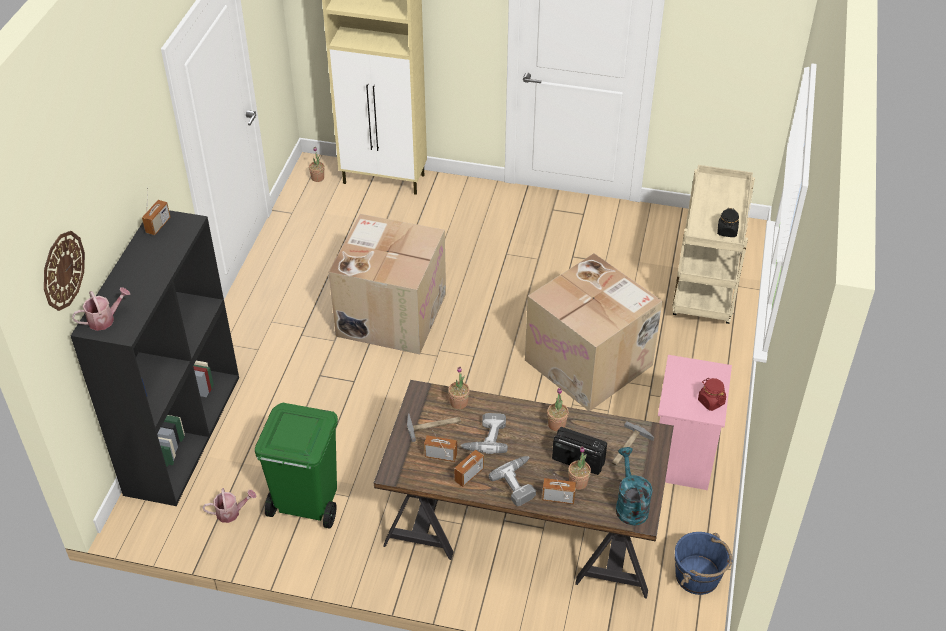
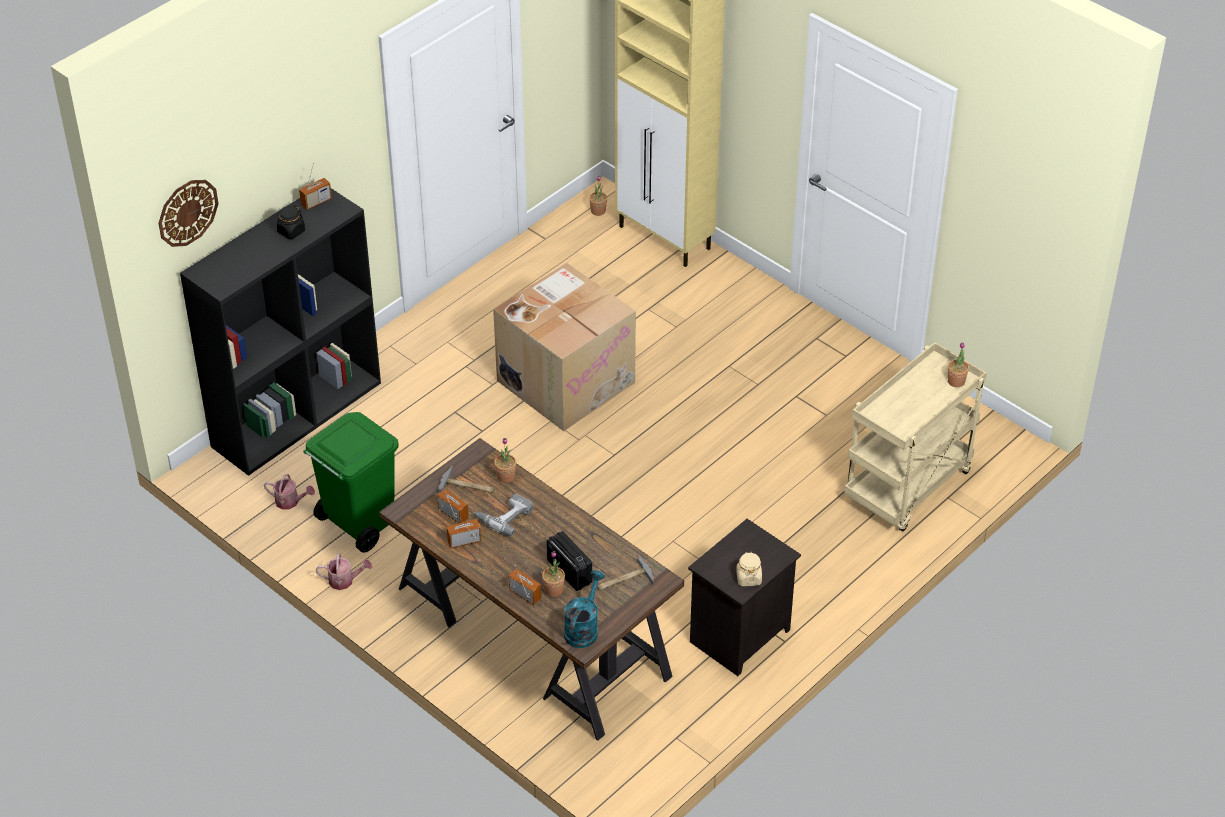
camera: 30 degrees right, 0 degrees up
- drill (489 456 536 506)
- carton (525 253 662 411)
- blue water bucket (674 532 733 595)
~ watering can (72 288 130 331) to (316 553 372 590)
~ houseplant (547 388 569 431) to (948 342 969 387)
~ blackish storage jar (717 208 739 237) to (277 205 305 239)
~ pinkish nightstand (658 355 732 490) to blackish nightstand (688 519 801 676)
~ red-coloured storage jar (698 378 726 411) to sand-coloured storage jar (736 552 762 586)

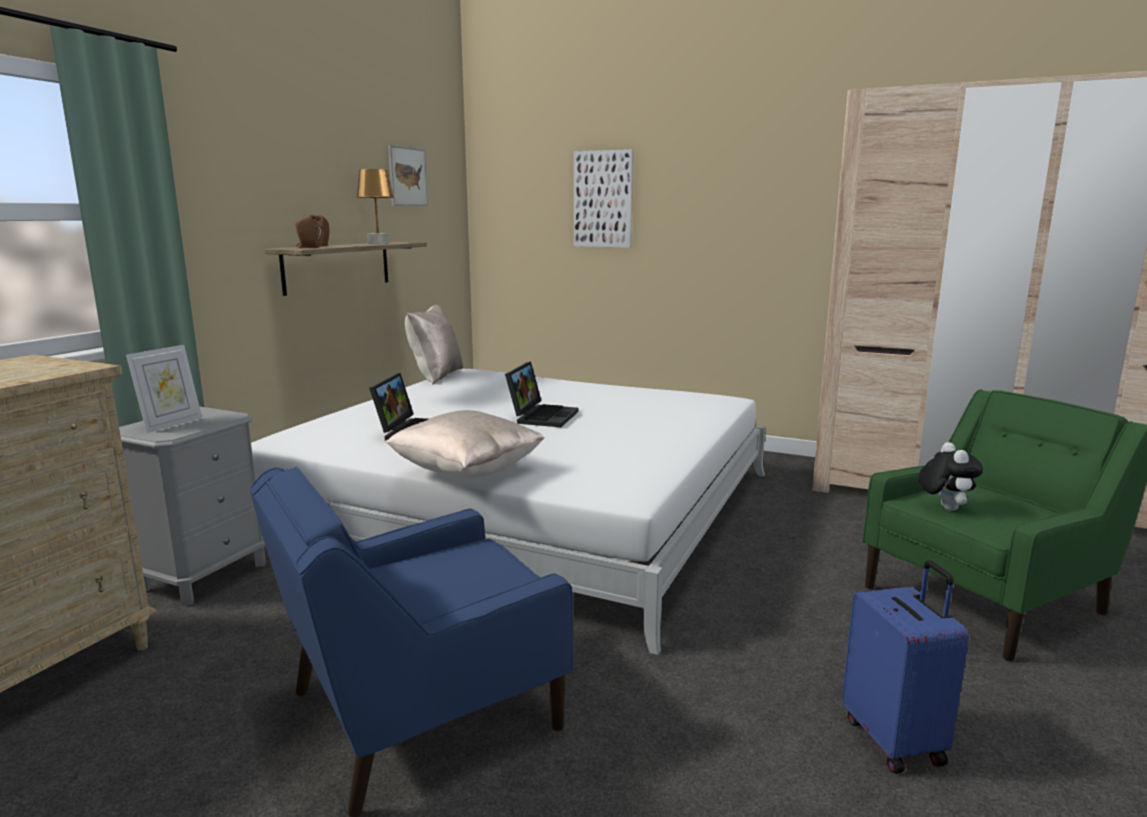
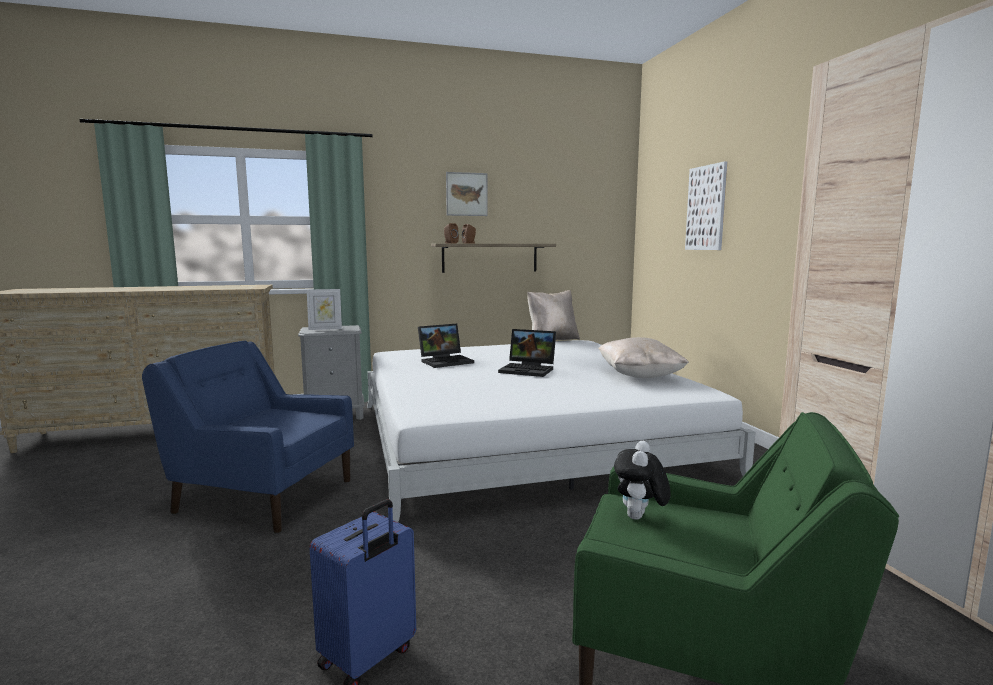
camera: 50 degrees right, 5 degrees down
- brownish lamp for a table (357 169 394 244)
~ sand-coloured pillow (385 410 545 479) to (598 337 689 378)
~ picture (388 145 428 206) to (446 172 488 216)
~ portable computer (505 361 579 427) = (498 329 556 377) 45 degrees clockwise
~ plush toy (919 442 983 511) = (614 441 671 520) 150 degrees clockwise

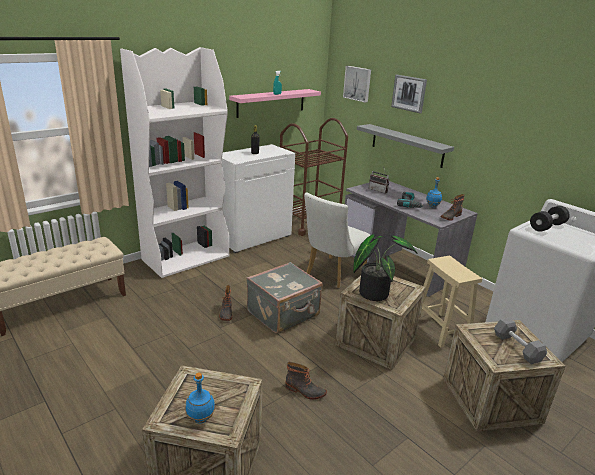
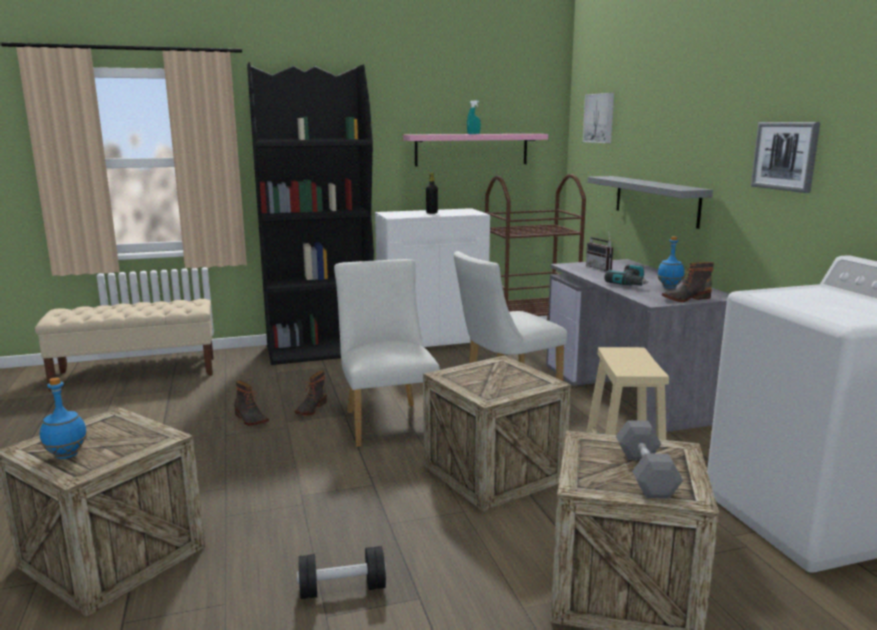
camera: 25 degrees right, 10 degrees down
- houseplant (353 234 417 301)
~ high-top boot (285 362 327 400) to (234 381 269 426)
~ picture (391 75 427 113) to (751 122 820 193)
~ blackish dumbbell (530 206 570 232) to (297 546 386 599)
~ gray suitcase (246 262 323 333) to white plain chair (334 259 440 447)
~ white bookcase (120 47 229 278) to blackish bookcase (247 62 374 365)

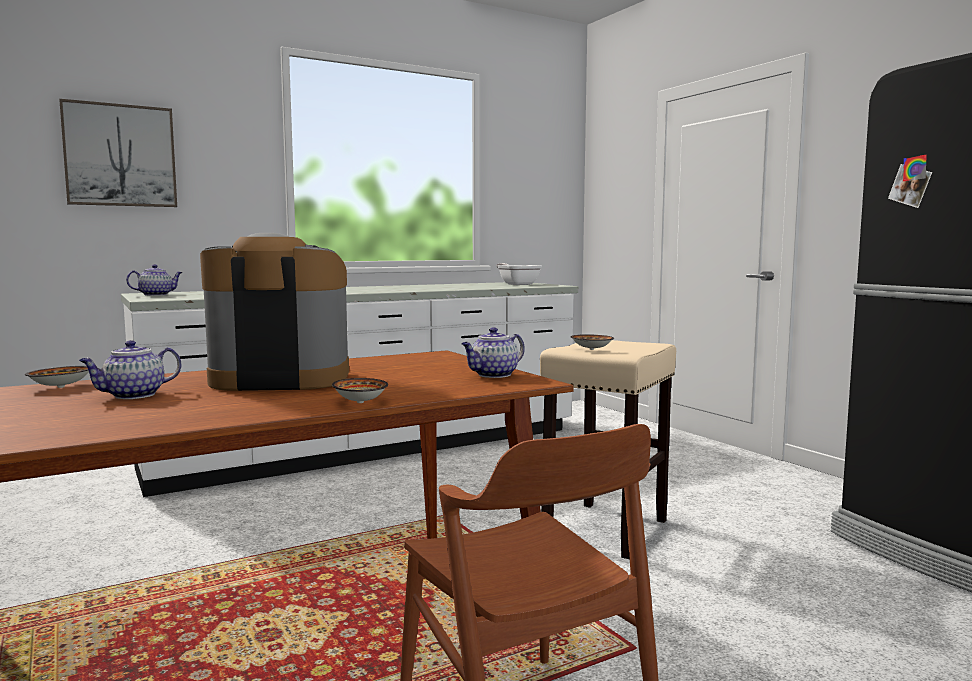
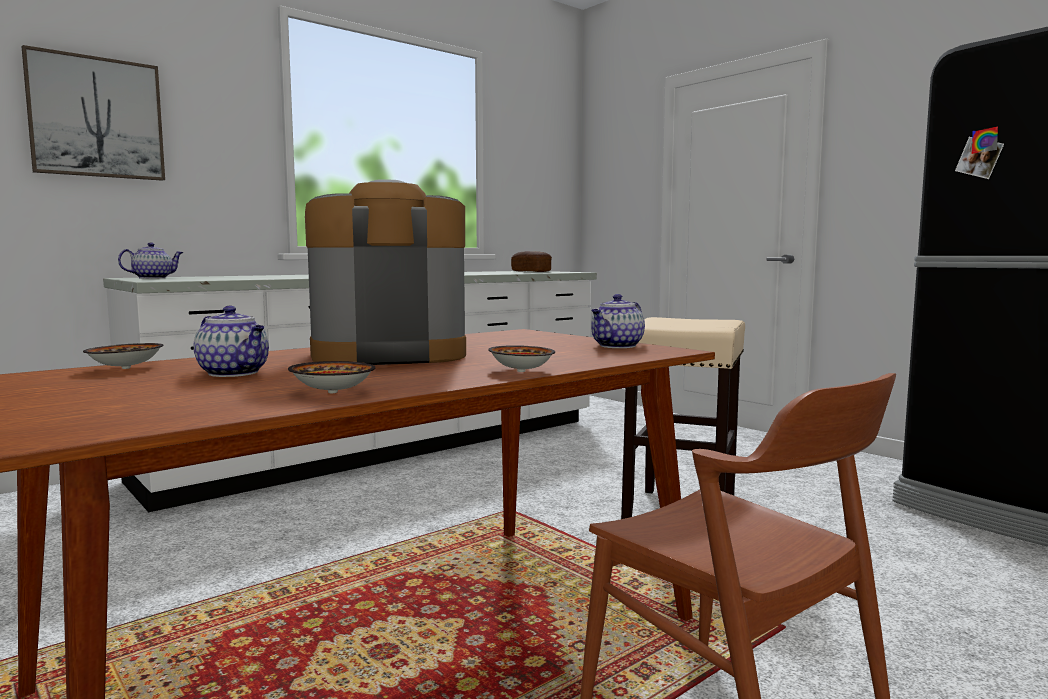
camera: 10 degrees left, 0 degrees up
~ bowl (570 334 614 350) to (288 361 375 393)
~ frying pan (496 263 542 285) to baked bread (511 251 552 272)
~ tea pot (79 340 182 399) = (194 306 269 377) 90 degrees counterclockwise

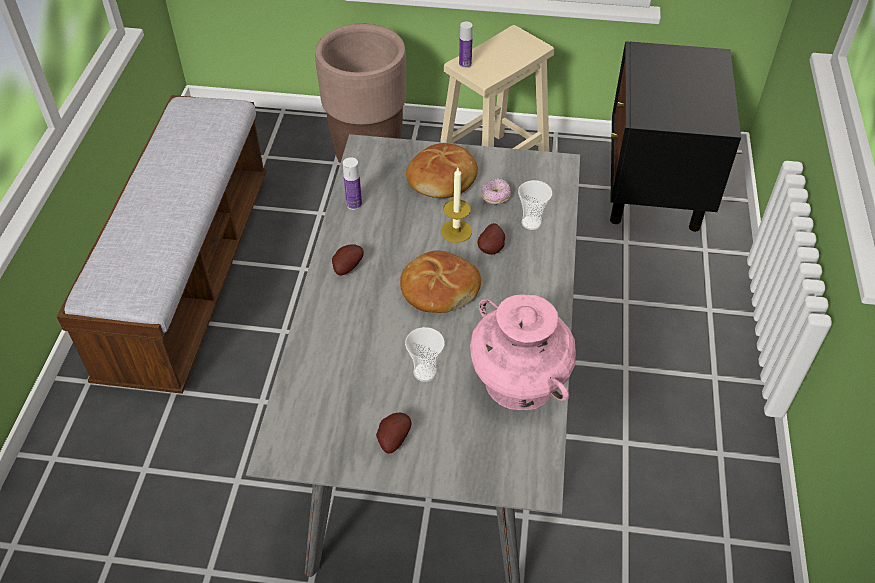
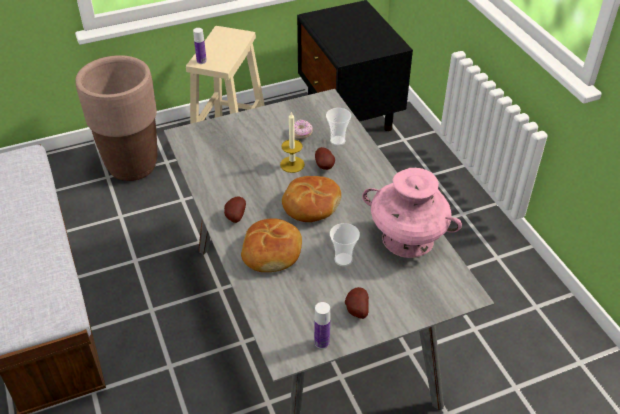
camera: 30 degrees left, 5 degrees down
~ bottle (343 157 362 210) to (314 302 330 349)
~ baked bread (406 143 478 198) to (241 218 302 272)

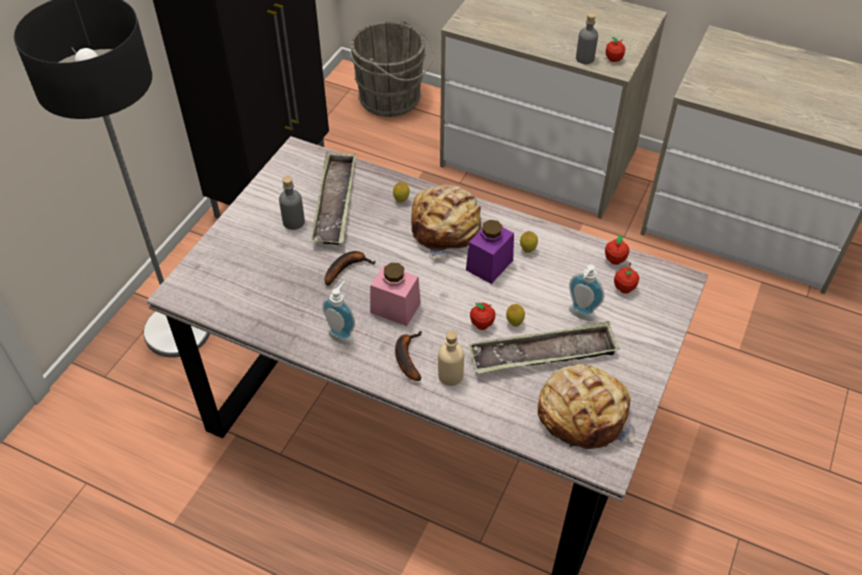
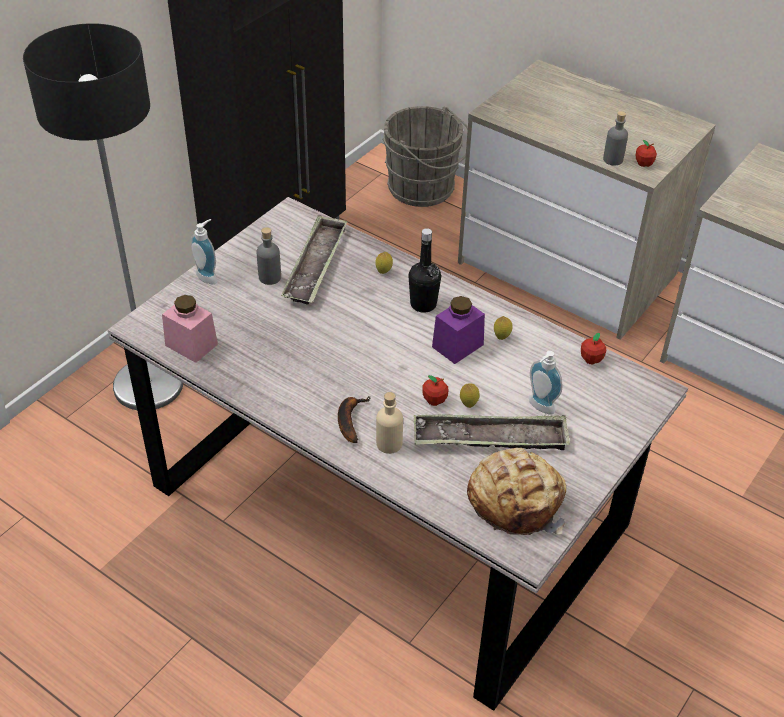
camera: 10 degrees right, 5 degrees down
- banana fruit (325 251 376 286)
- whole apple (614 262 640 294)
~ liquid soap bottle (322 281 355 345) to (191 219 217 284)
~ pinkish storage jar (370 263 421 326) to (162 295 218 363)
~ baked bread (411 185 481 259) to blackish bottle (408 228 441 313)

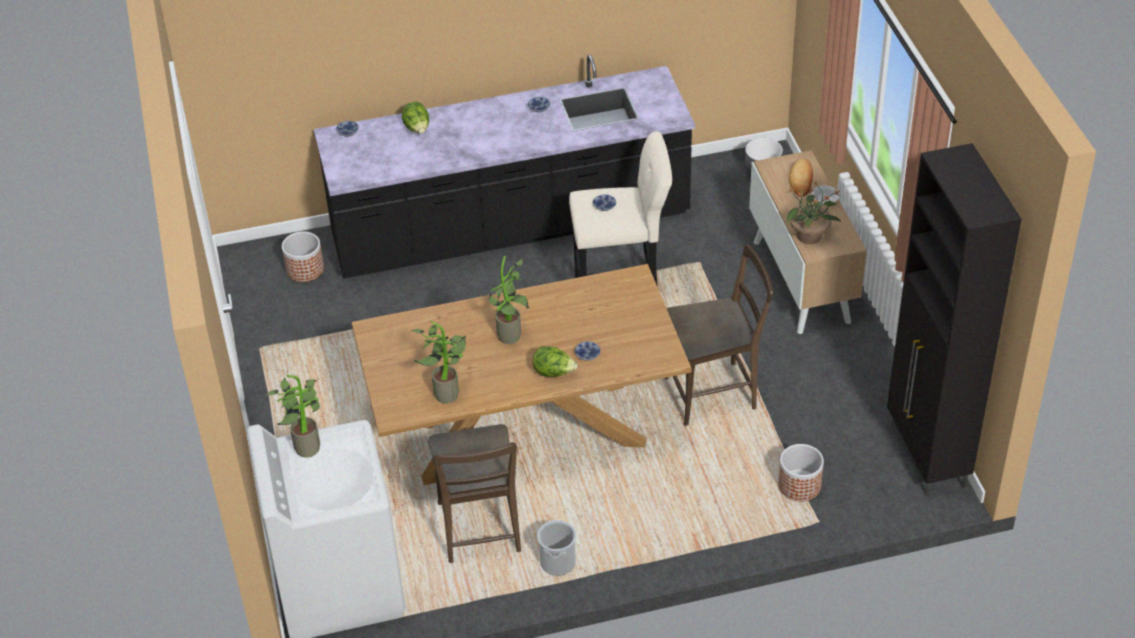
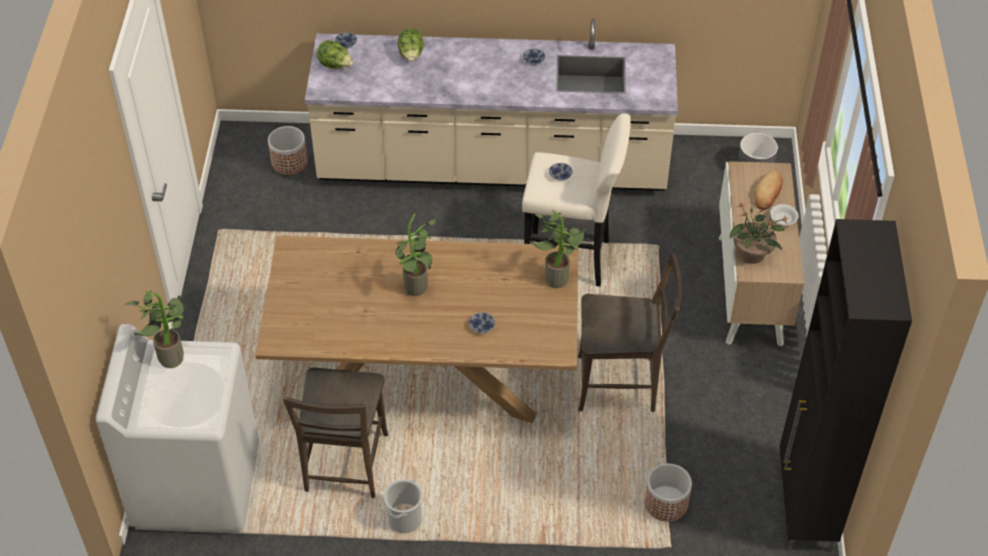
camera: 15 degrees right, 5 degrees up
~ houseplant (411 321 466 404) to (531 210 586 288)
~ lettuce (533 346 577 377) to (317 40 353 69)
~ blackish counter (314 55 695 279) to sand-coloured counter (305 18 678 191)

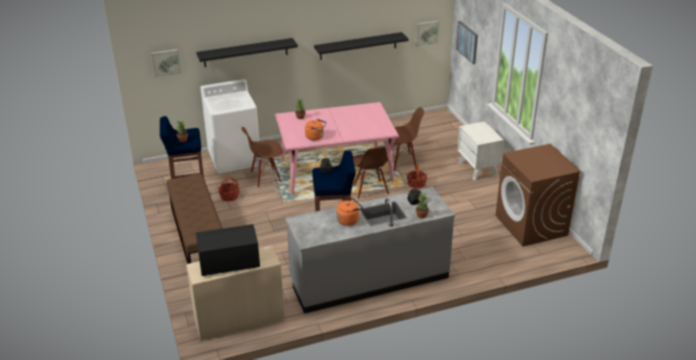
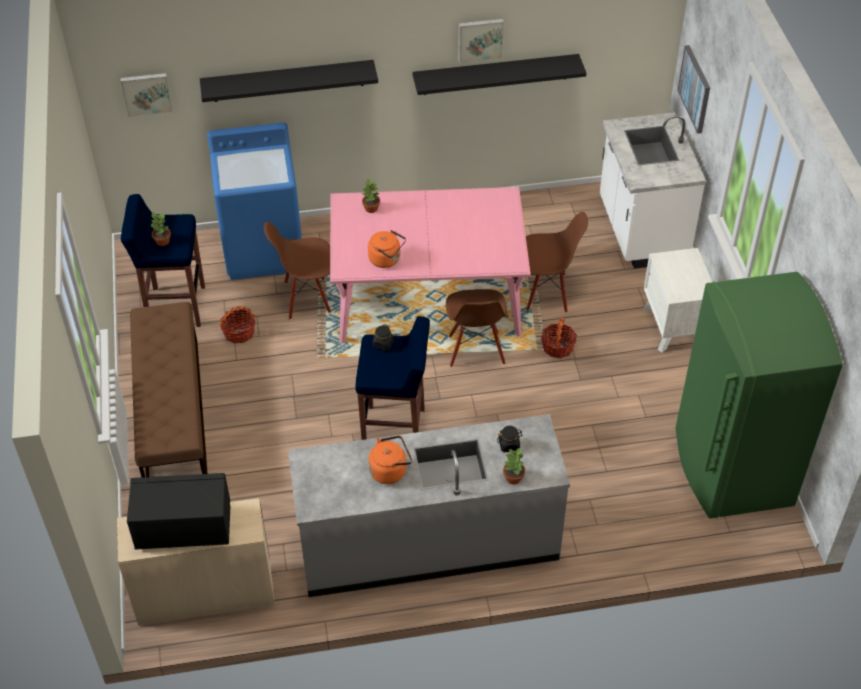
camera: 10 degrees right, 15 degrees up
+ white counter (600 112 706 269)
~ picture (415 21 439 47) to (458 19 504 63)
~ brownish laundry machine (495 144 582 247) to green-coloured refrigerator (676 272 843 518)
~ white laundry machine (200 79 260 174) to blue laundry machine (207 123 302 280)

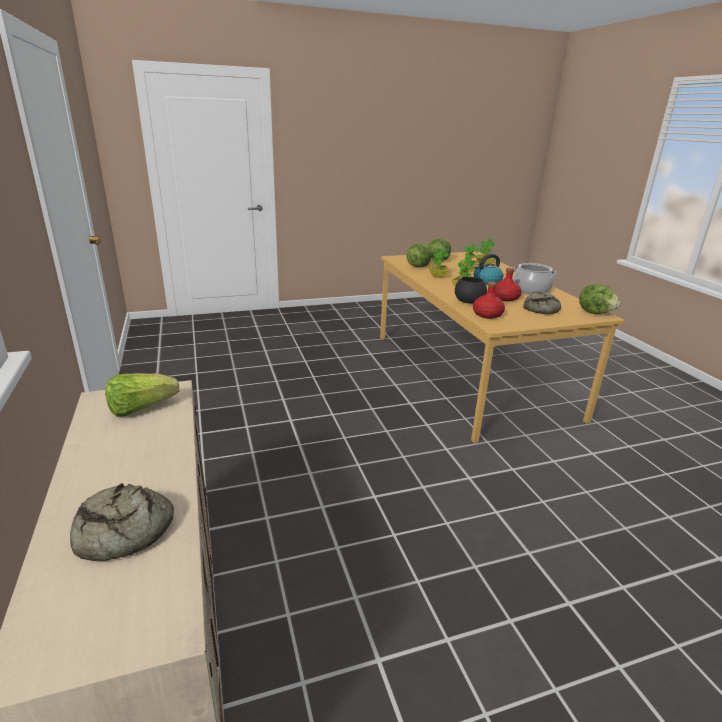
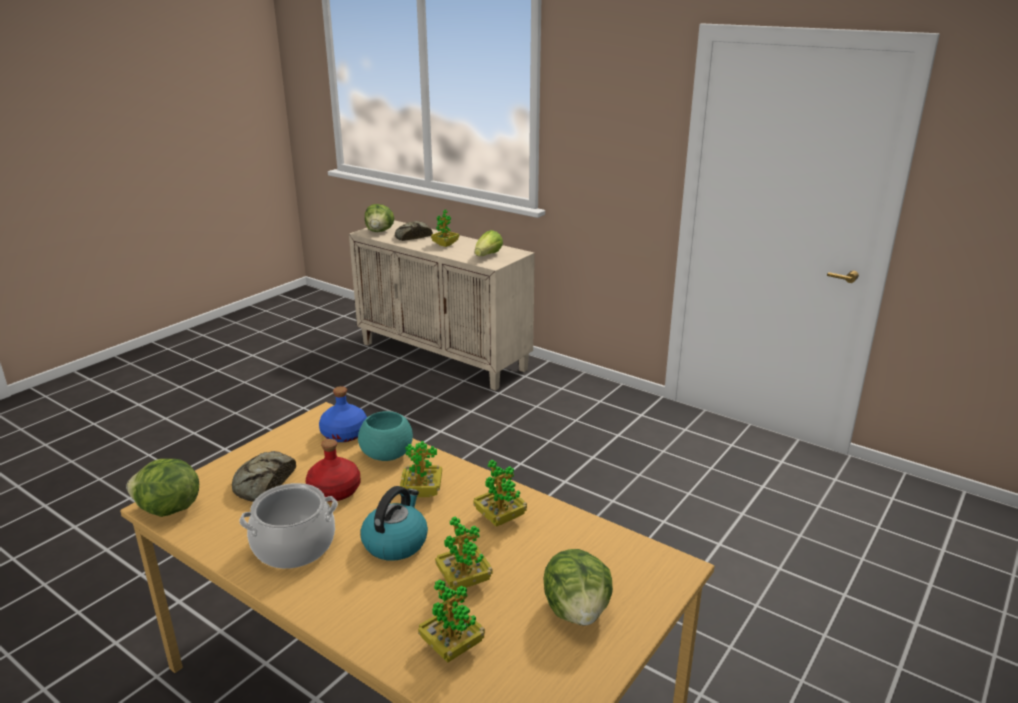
camera: 145 degrees right, 0 degrees up
+ houseplant (431 209 459 247)
~ lettuce (406 244 432 268) to (365 204 394 232)
~ blackish bowl (455 277 487 304) to turquoise-coloured bowl (358 411 413 461)
~ red-coloured bottle (473 282 505 319) to blue bottle (319 386 367 442)

